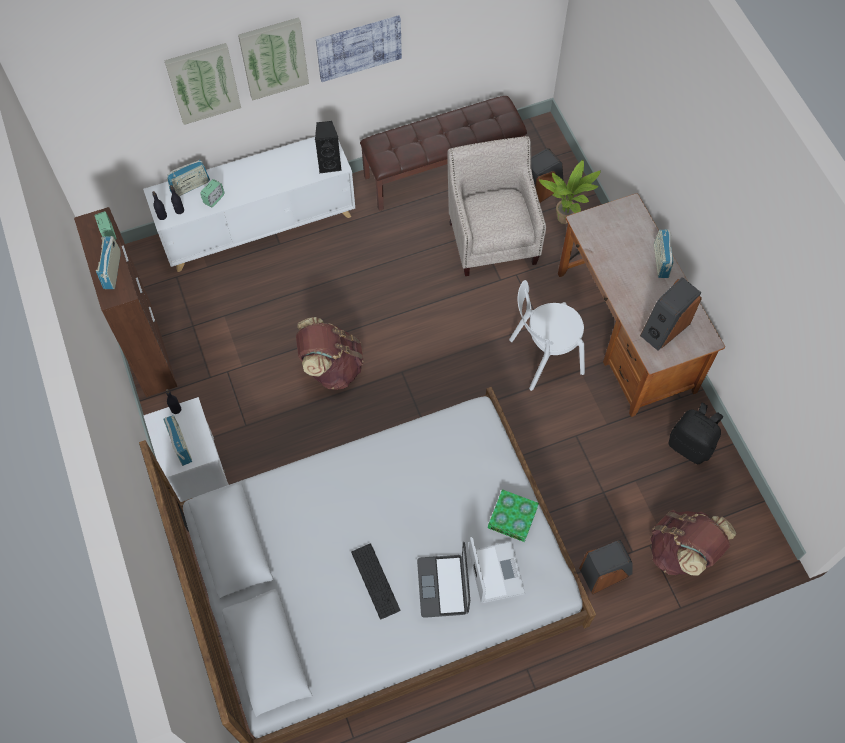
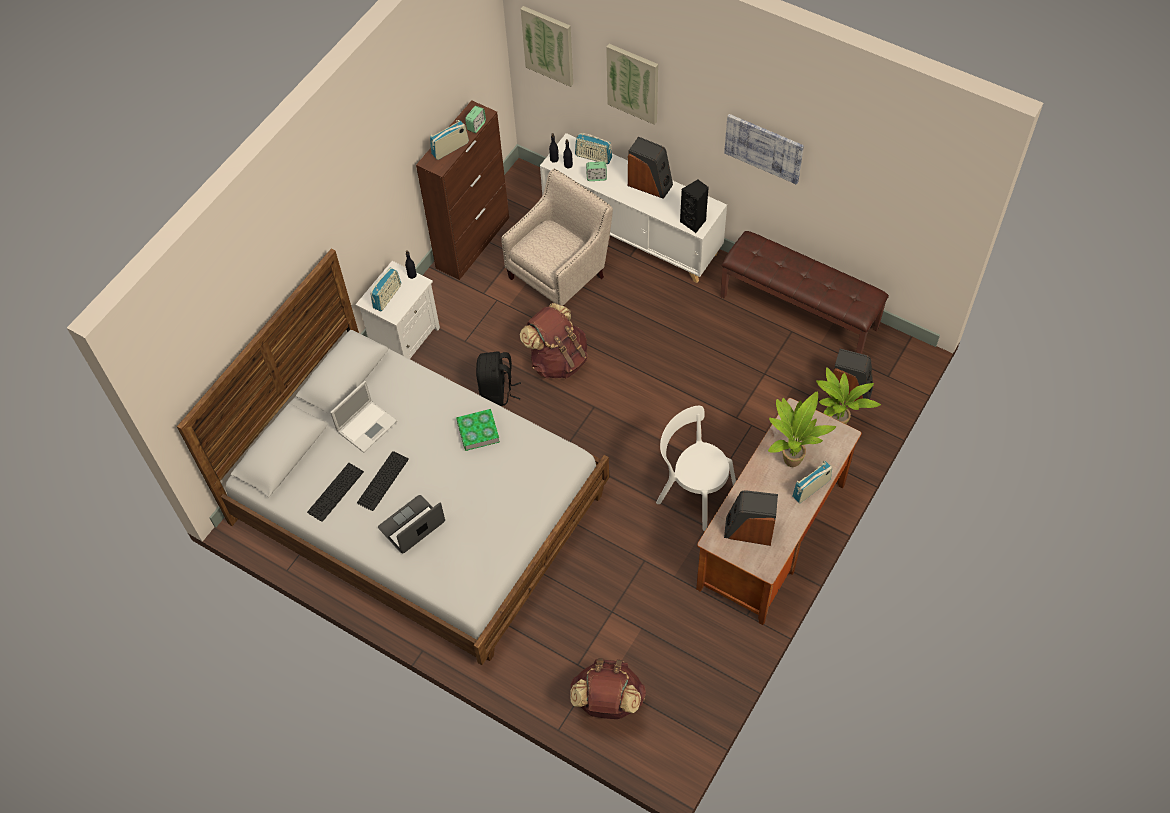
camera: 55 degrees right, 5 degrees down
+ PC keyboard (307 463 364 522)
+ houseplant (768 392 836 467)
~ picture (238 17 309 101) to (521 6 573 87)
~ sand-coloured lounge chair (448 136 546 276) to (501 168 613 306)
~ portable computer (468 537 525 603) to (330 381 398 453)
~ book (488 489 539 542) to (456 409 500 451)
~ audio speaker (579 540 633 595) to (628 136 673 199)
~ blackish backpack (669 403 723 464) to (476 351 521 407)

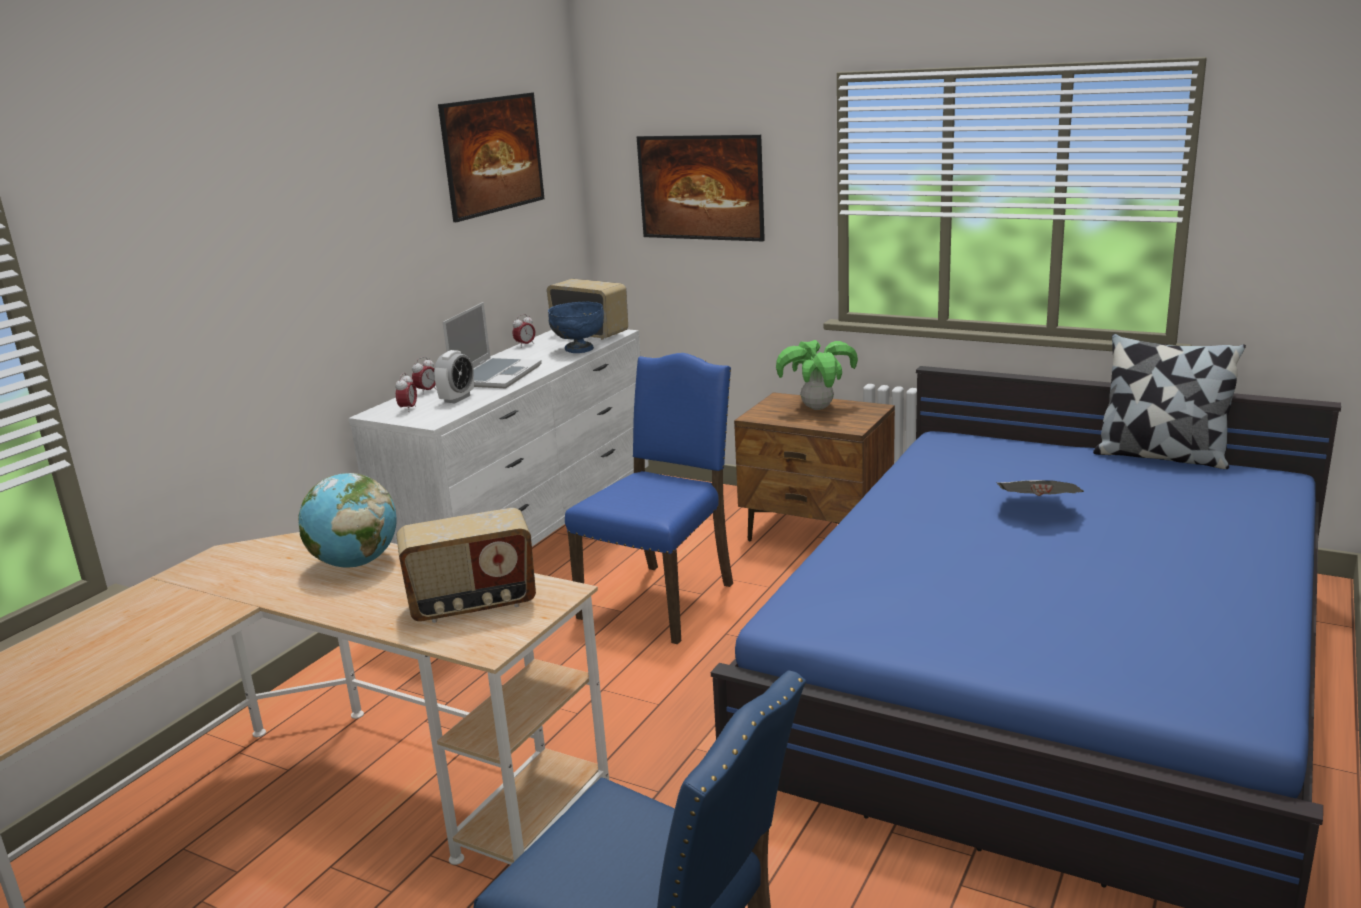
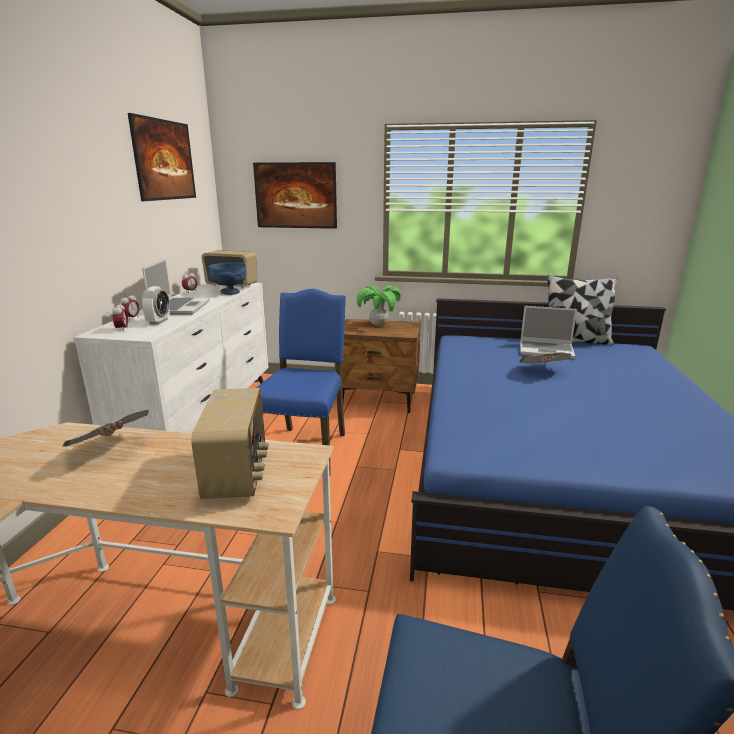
camera: 20 degrees left, 0 degrees up
+ portable computer (520 306 577 359)
~ globe (298 473 397 568) to newspaper (63 410 149 447)
~ radio set (397 508 536 623) = (191 388 269 499) 60 degrees counterclockwise

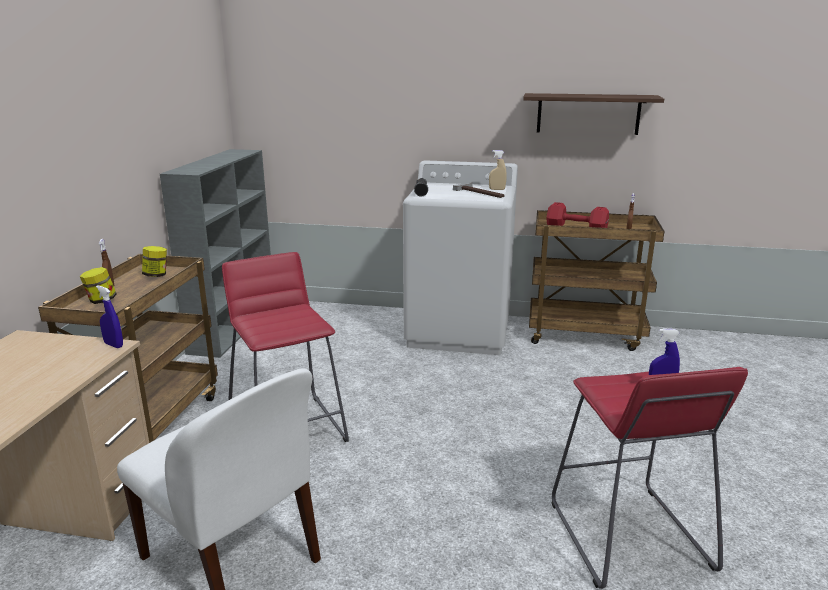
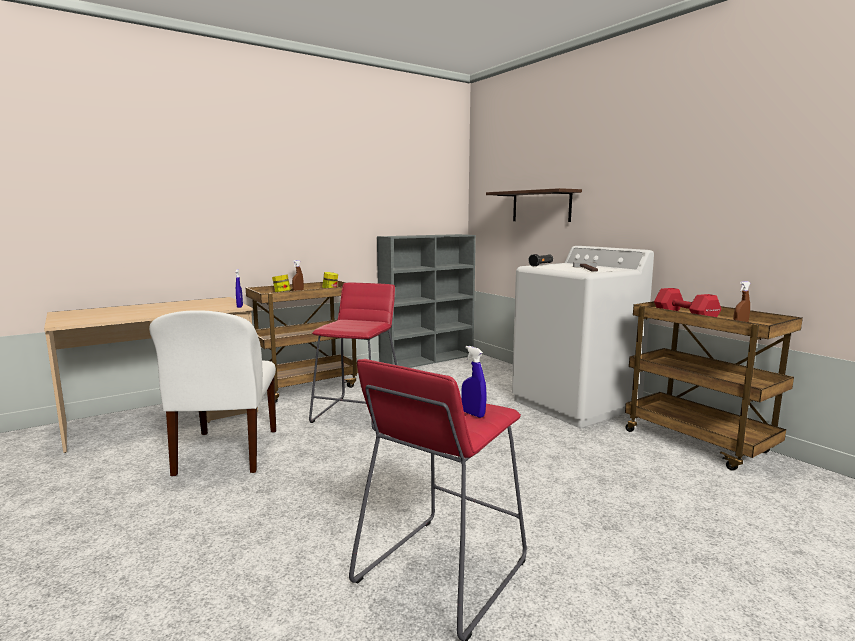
camera: 45 degrees right, 10 degrees down
- sand-coloured spray bottle (489 150 507 190)
~ shelf (523 93 664 135) to (486 188 582 222)

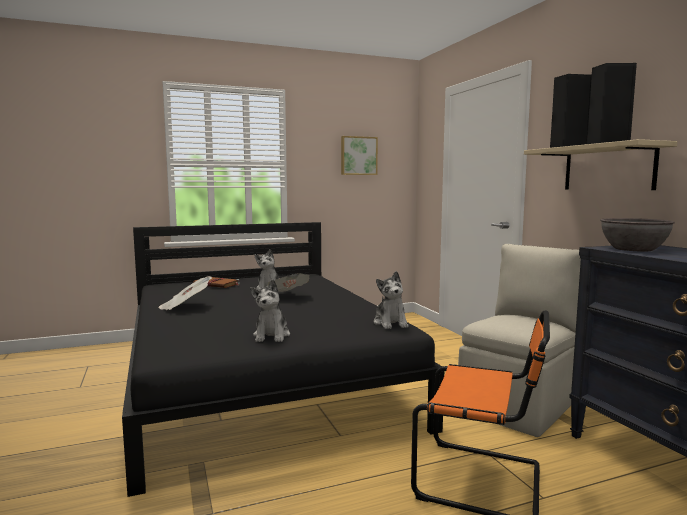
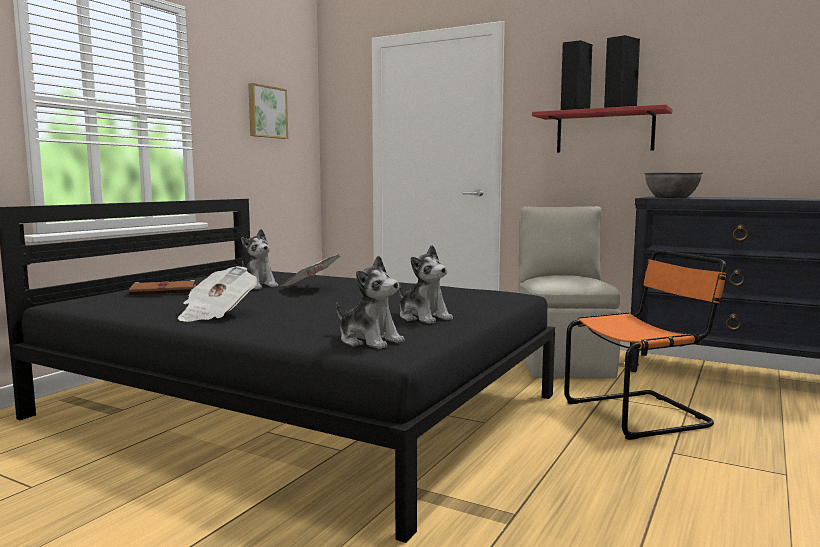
camera: 40 degrees left, 0 degrees up
~ plush toy (374 271 409 329) to (336 256 405 349)
~ sand-coloured shelf (524 139 677 190) to red-coloured shelf (532 104 672 153)

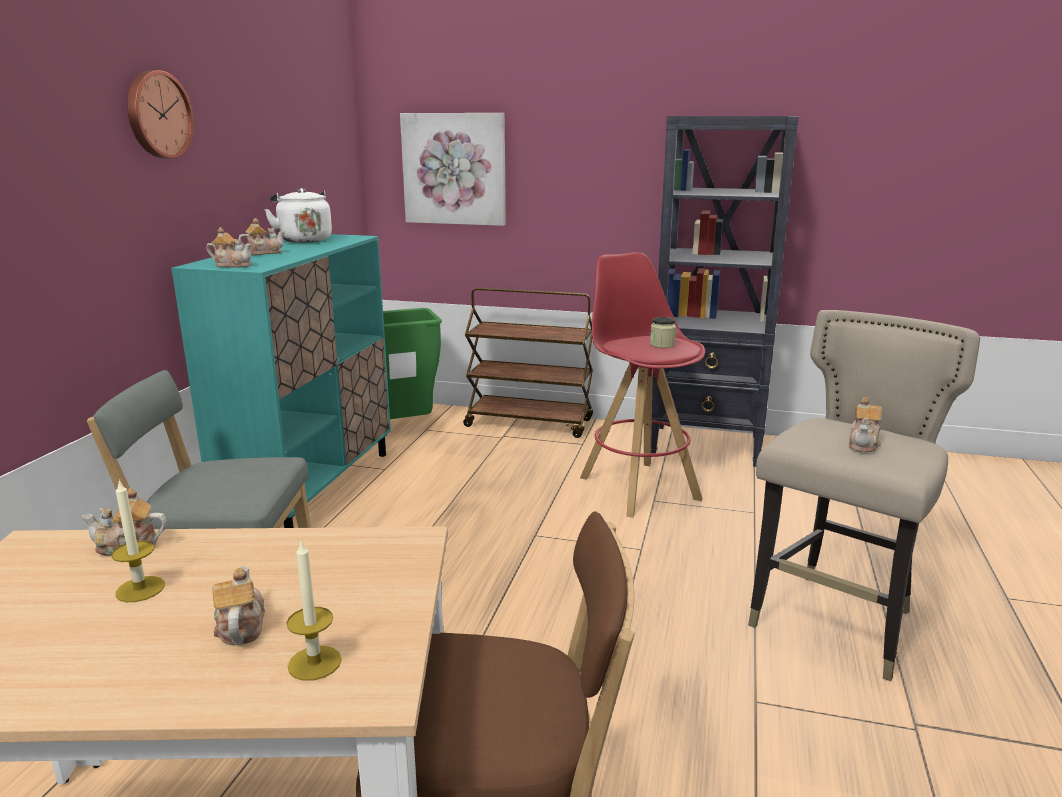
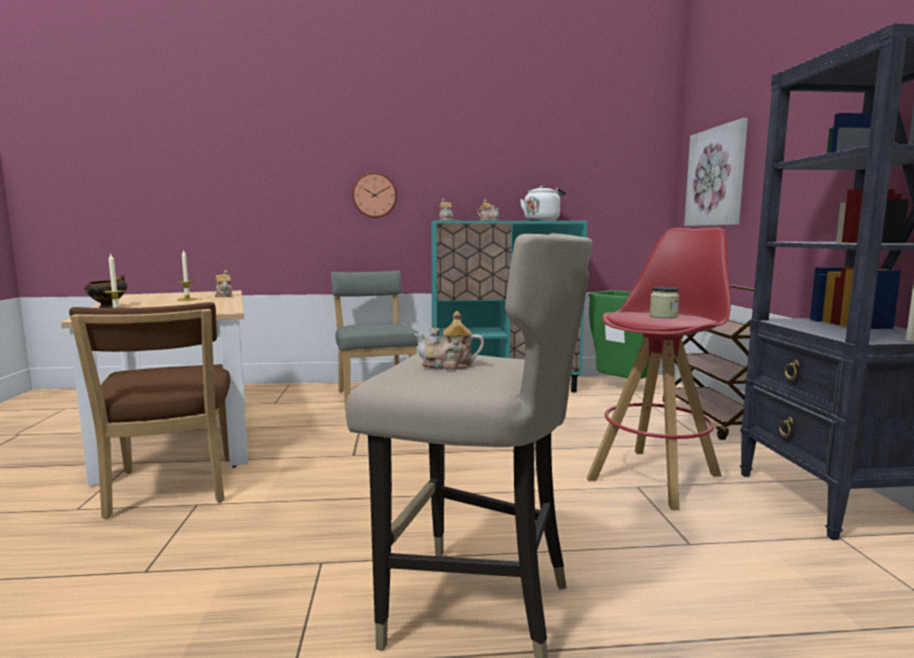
camera: 70 degrees right, 10 degrees down
- tea pot (212 566 265 645)
+ bowl (85 275 127 308)
~ hanging clock (127 70 194 159) to (352 172 397 218)

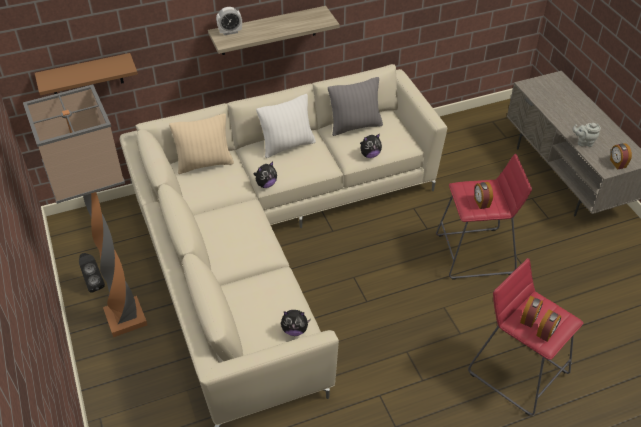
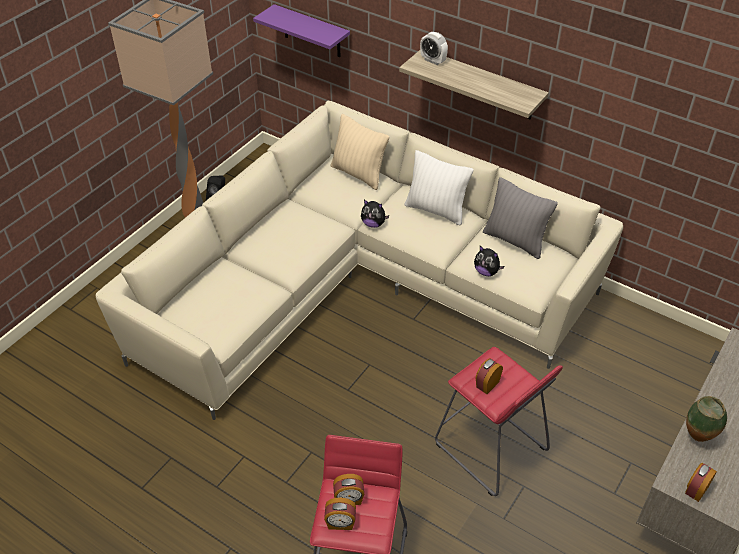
camera: 55 degrees right, 0 degrees up
- plush toy (281 310 311 336)
~ gray tea pot (572 123 601 147) to vase (686 396 727 442)
~ brownish shelf (35 53 138 96) to purple shelf (253 4 350 57)

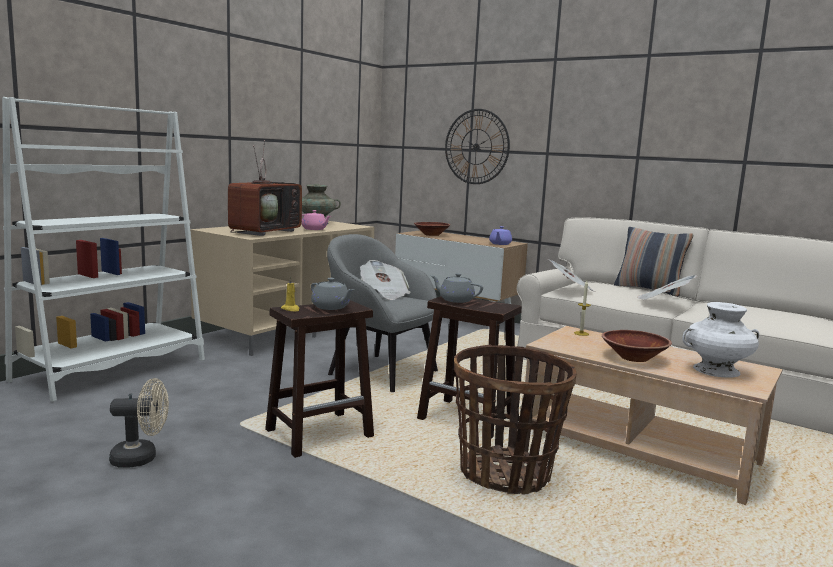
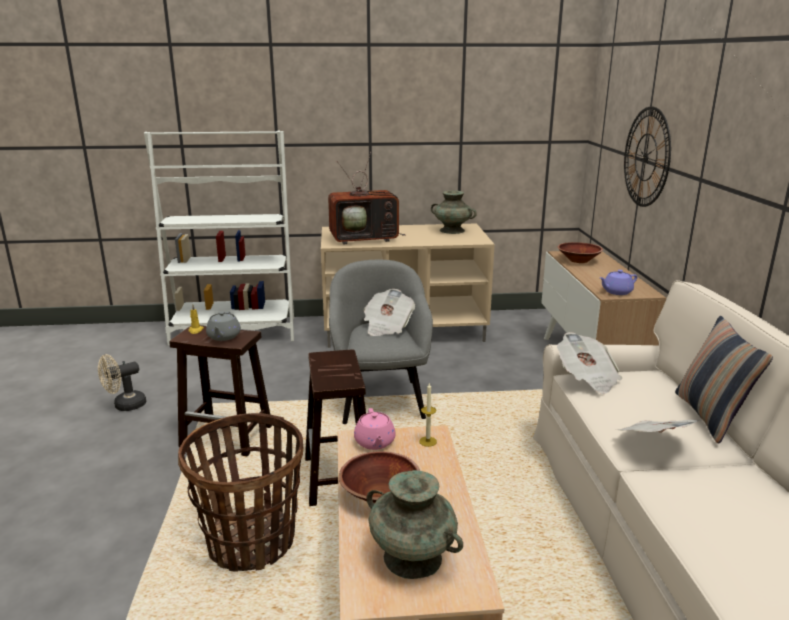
camera: 50 degrees right, 10 degrees up
- gray tea pot (431 273 483 303)
~ pinkish tea pot (302 210 331 230) to (354 408 396 450)
~ white vase (682 302 759 378) to turquoise-coloured vase (367 470 463 579)
~ sand-coloured electric fan (109 378 169 468) = (98 354 146 411) 105 degrees clockwise

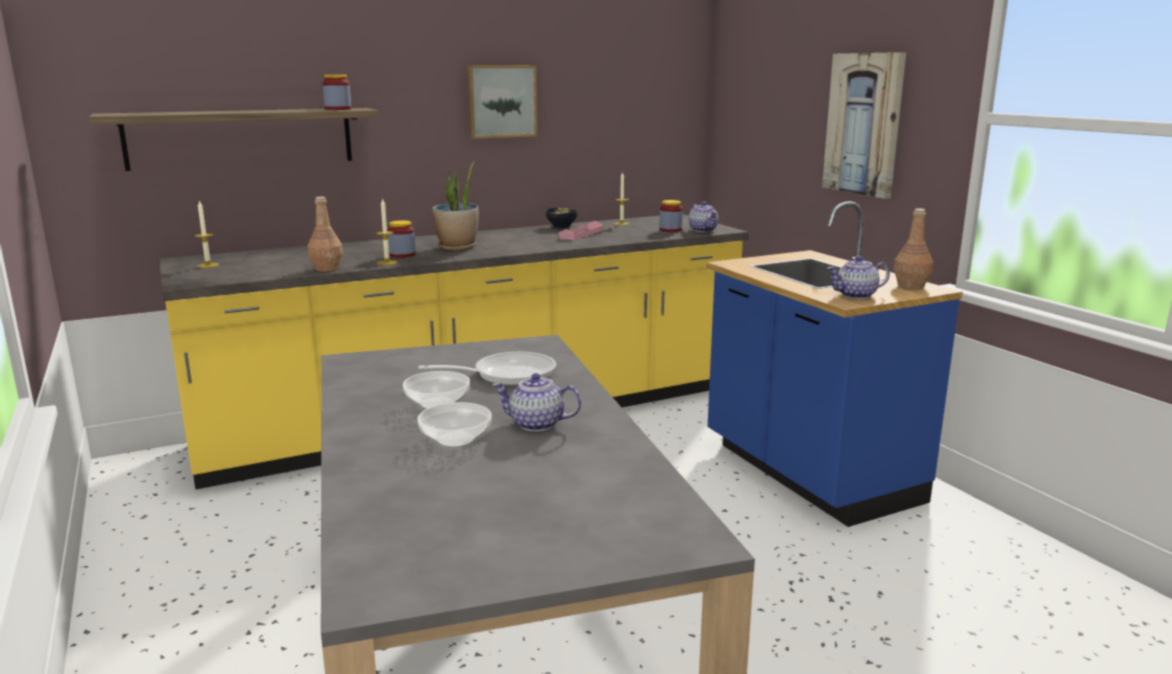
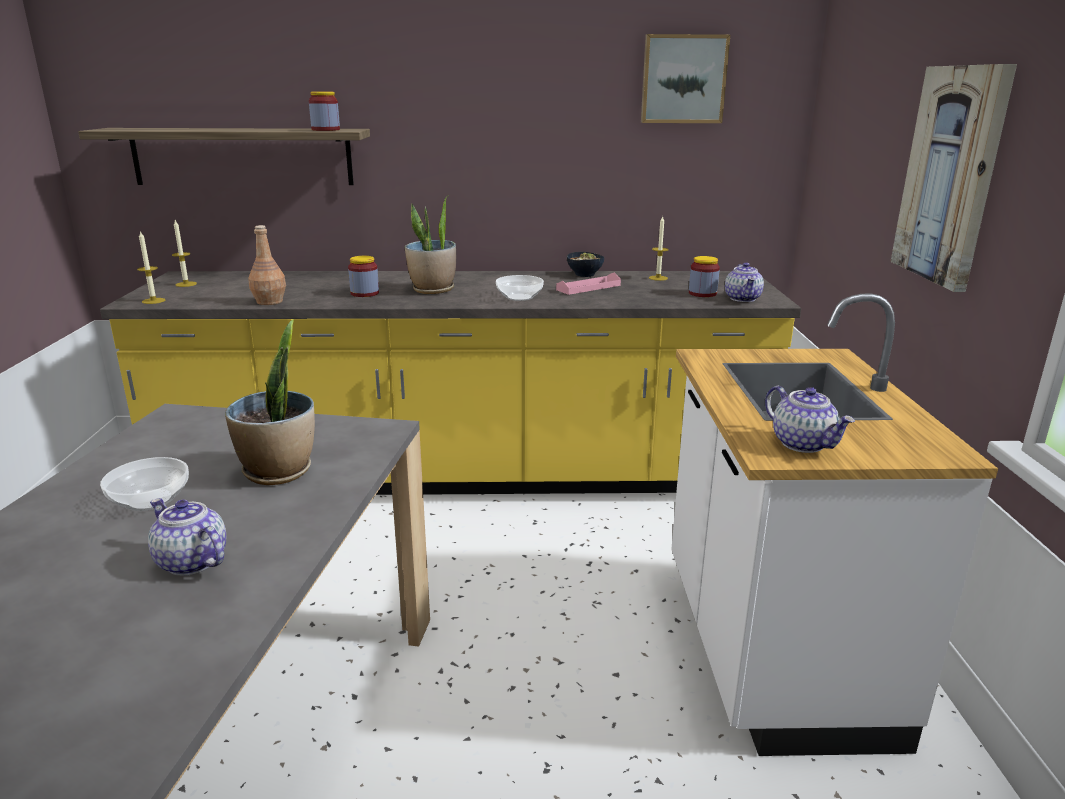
camera: 25 degrees right, 5 degrees up
- brownish bottle (894 208 933 289)
~ wax light (376 199 397 265) to (137 231 165 304)
~ bowl (417 402 492 448) to (496 275 544 301)
~ picture (467 65 537 139) to (641 34 730 123)
~ frying pan (418 352 556 386) to houseplant (225 319 315 485)
~ blue counter (706 201 963 527) to white counter (671 293 998 756)
~ tea pot (827 256 890 299) = (765 386 855 453) 135 degrees counterclockwise

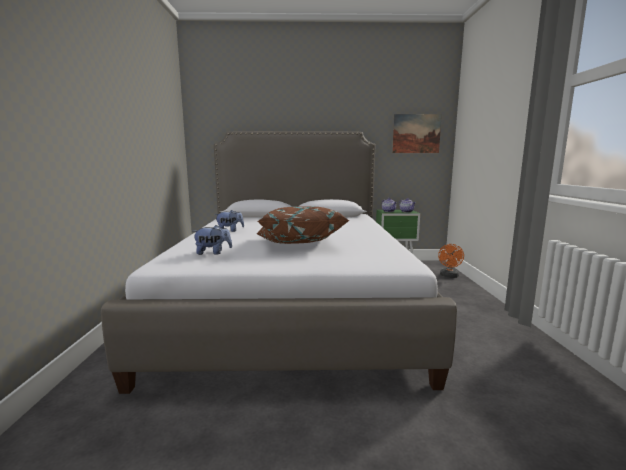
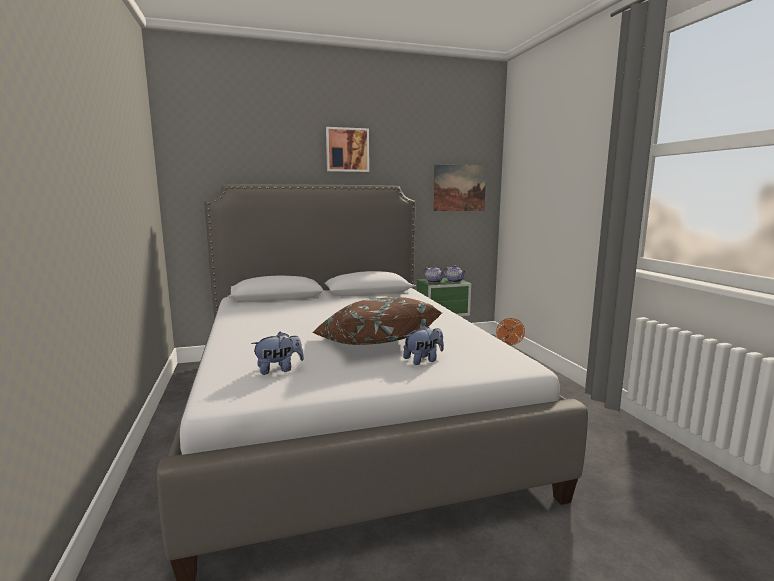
camera: 15 degrees left, 0 degrees up
+ picture (326 127 369 172)
~ plush toy (214 210 244 232) to (403 325 444 365)

